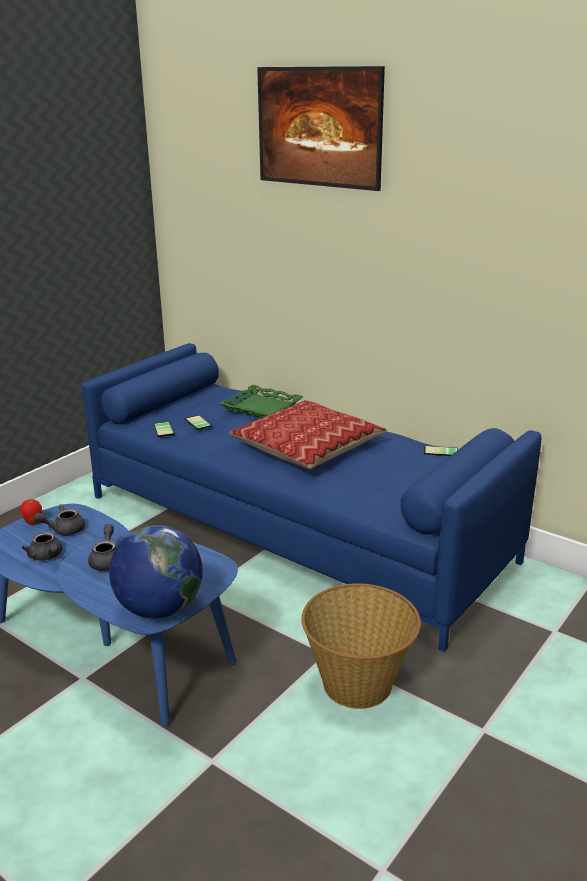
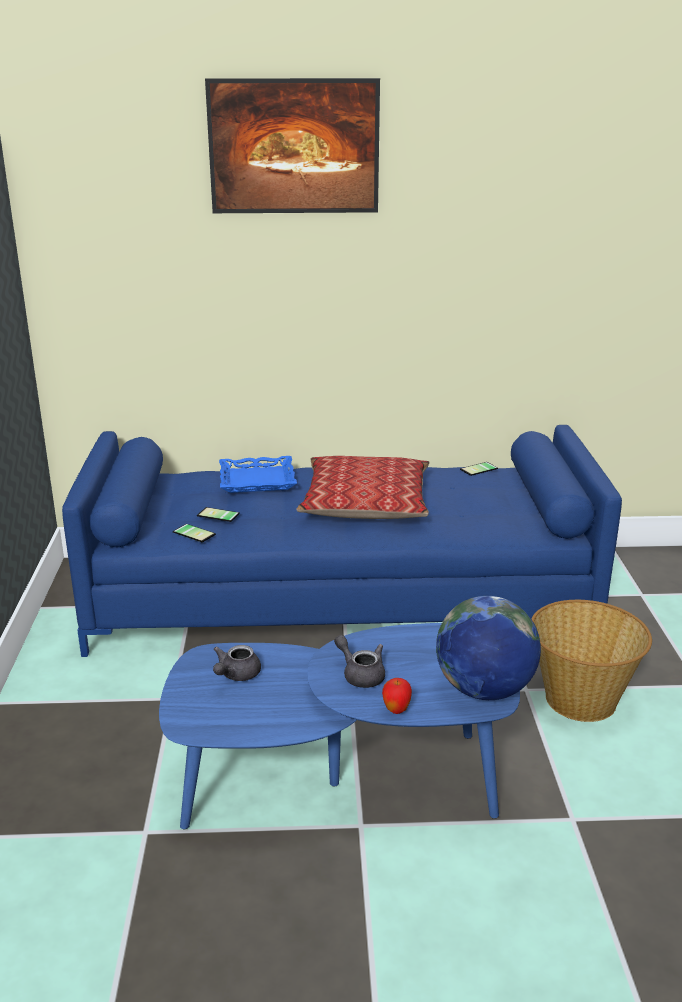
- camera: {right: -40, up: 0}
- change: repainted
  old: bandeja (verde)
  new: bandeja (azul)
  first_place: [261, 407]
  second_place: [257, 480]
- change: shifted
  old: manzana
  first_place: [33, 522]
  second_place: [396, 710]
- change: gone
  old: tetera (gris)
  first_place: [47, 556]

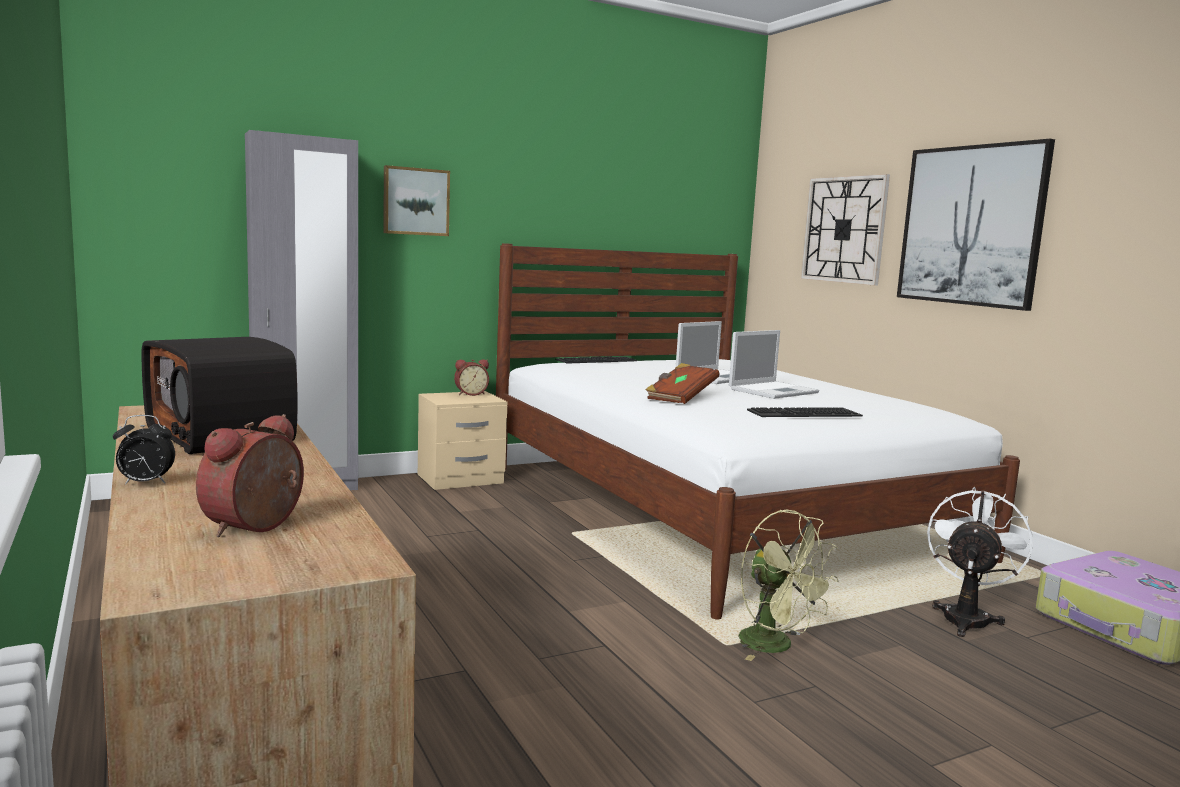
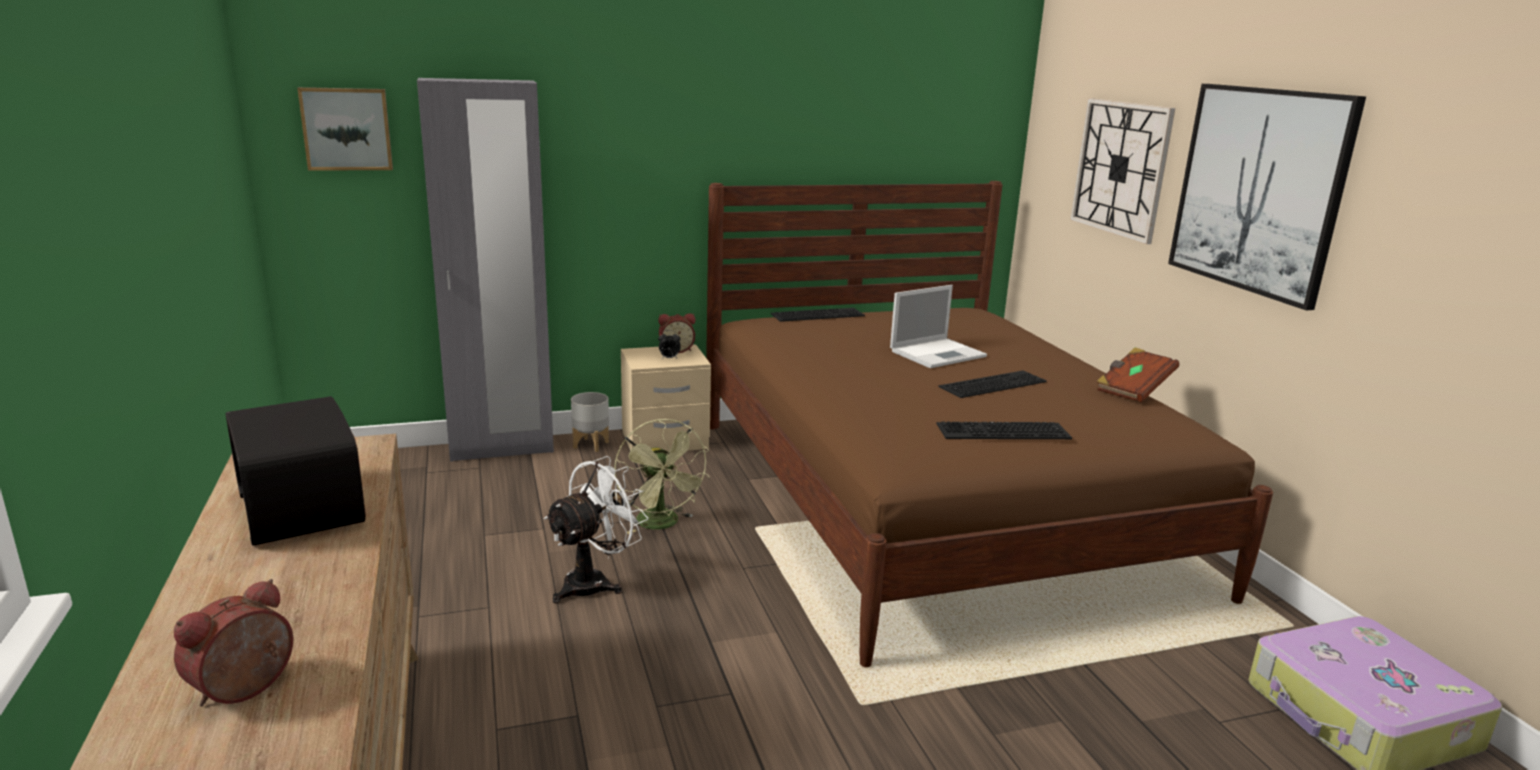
- camera: {right: 10, up: 10}
- change: shifted
  old: cuadro
  first_place: [415, 201]
  second_place: [347, 129]
- change: repainted
  old: cama (blanco)
  new: cama (marrón)
  first_place: [717, 510]
  second_place: [932, 500]
- change: swapped
  old: portátil
  new: teclado
  first_place: [774, 391]
  second_place: [992, 383]
- change: shifted
  old: libro (marrón)
  first_place: [680, 398]
  second_place: [1133, 389]
- change: shifted
  old: despertador
  first_place: [145, 483]
  second_place: [669, 358]
- change: shifted
  old: ventilador (blanco)
  first_place: [967, 617]
  second_place: [594, 582]
- change: shifted
  old: ventilador (verde)
  first_place: [776, 646]
  second_place: [662, 524]
- change: new
  new: maceta (gris)
  second_place: [591, 445]

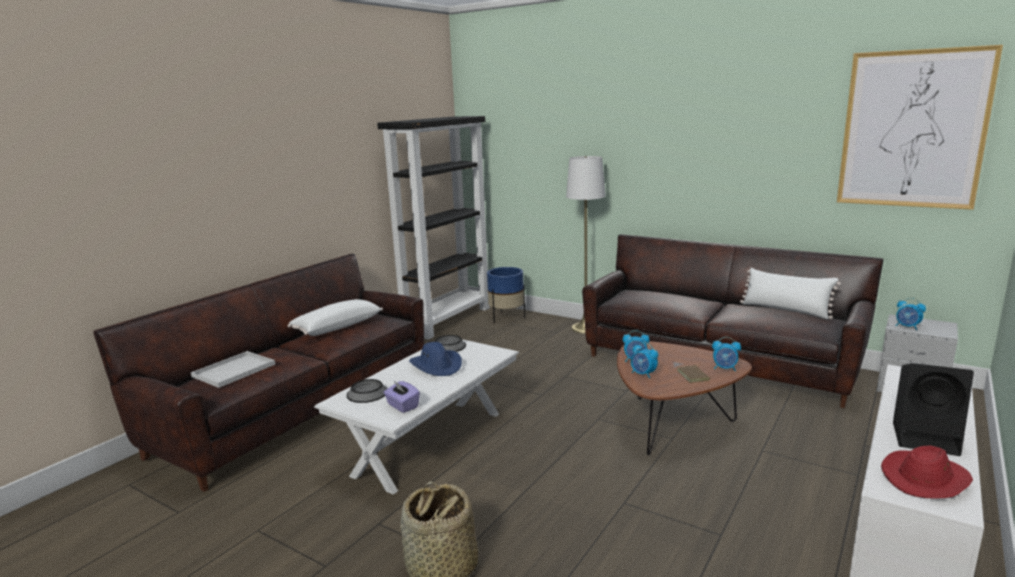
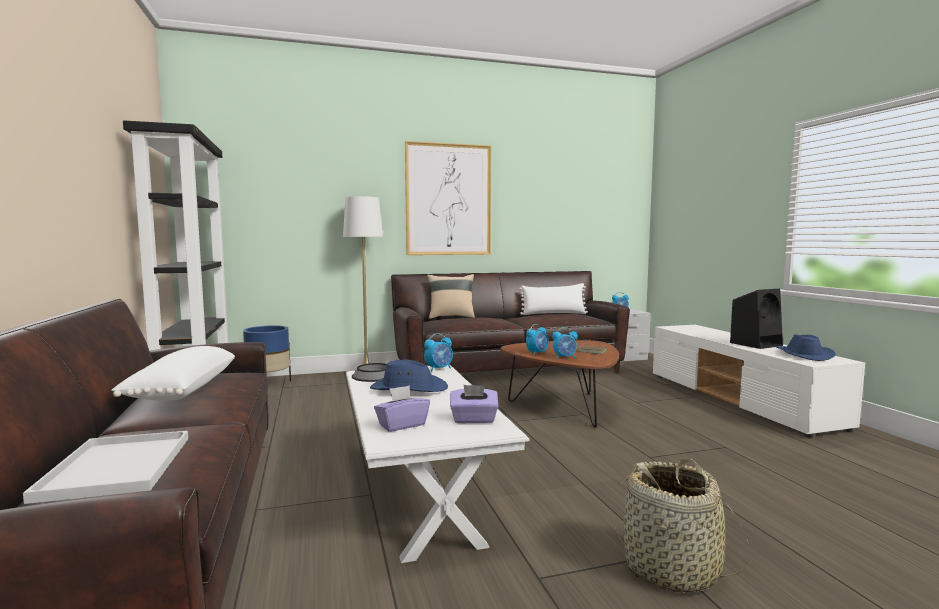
- camera: {right: -50, up: -10}
- change: shifted
  old: cuadro
  first_place: [912, 129]
  second_place: [448, 200]
- change: shifted
  old: despertador
  first_place: [725, 368]
  second_place: [439, 369]
- change: swapped
  old: cuenco
  new: caja de pañuelos (morado)
  first_place: [367, 393]
  second_place: [402, 425]
- change: repainted
  old: sombrero (rojo)
  new: sombrero (azul)
  first_place: [925, 478]
  second_place: [802, 355]
- change: new
  new: cojín (beis)
  second_place: [451, 317]

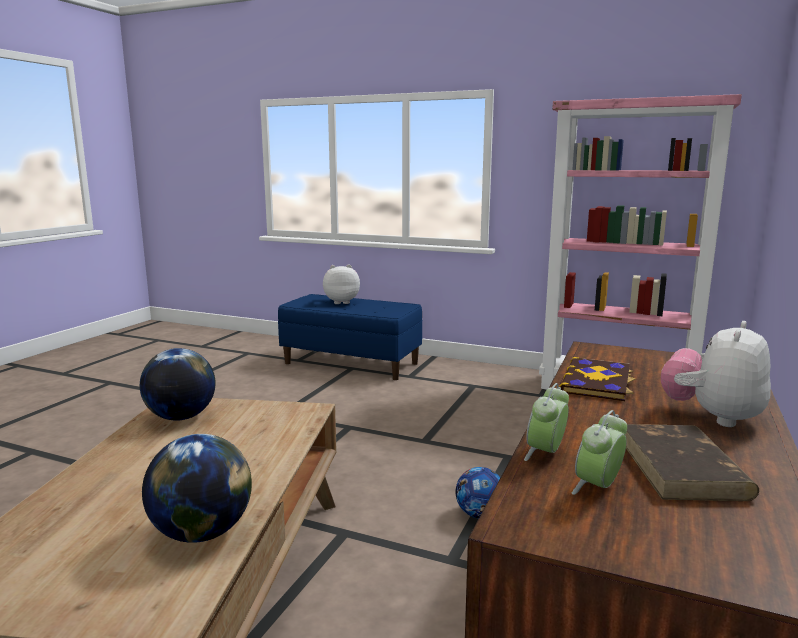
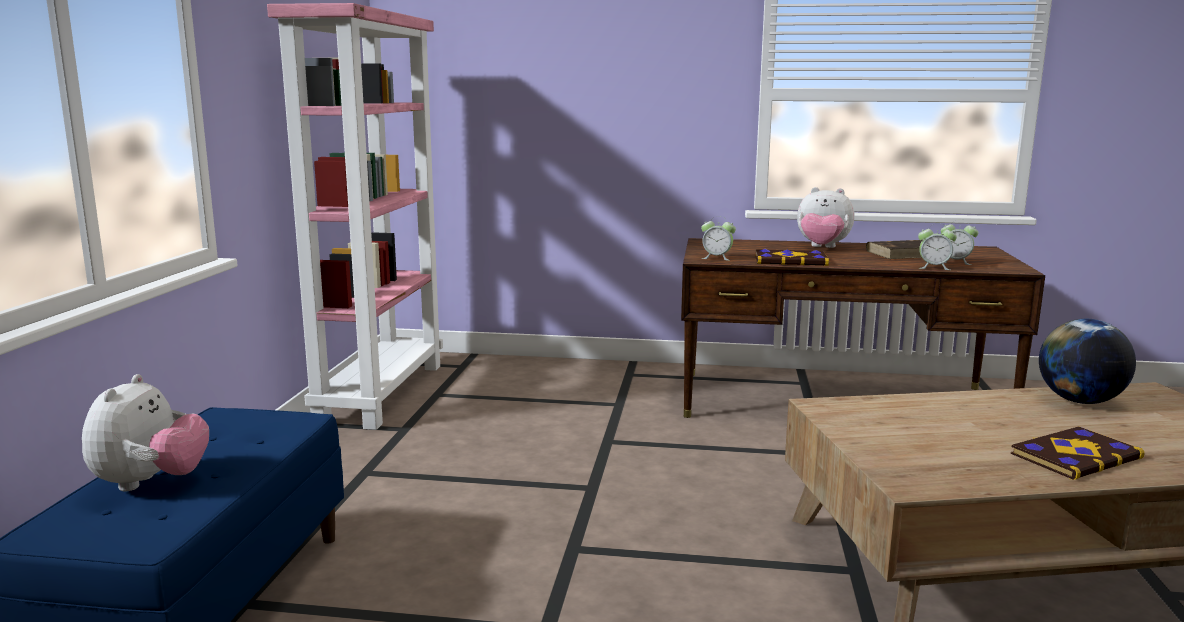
- camera: {right: -105, up: 0}
- change: rotated
  old: peluche
  first_place: [341, 302]
  second_place: [151, 483]
  degrees: -150
- change: gone
  old: globo terráqueo
  first_place: [181, 417]
- change: gone
  old: balón de fútbol
  first_place: [479, 514]
- change: new
  new: despertador
  second_place: [717, 258]
- change: new
  new: libro
  second_place: [1074, 456]

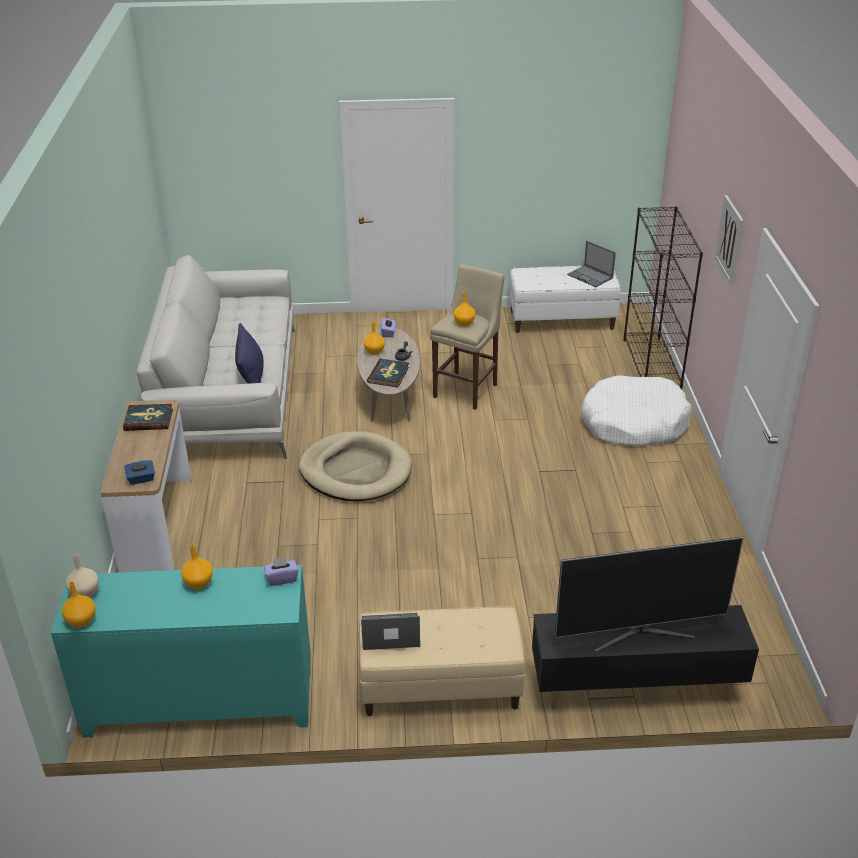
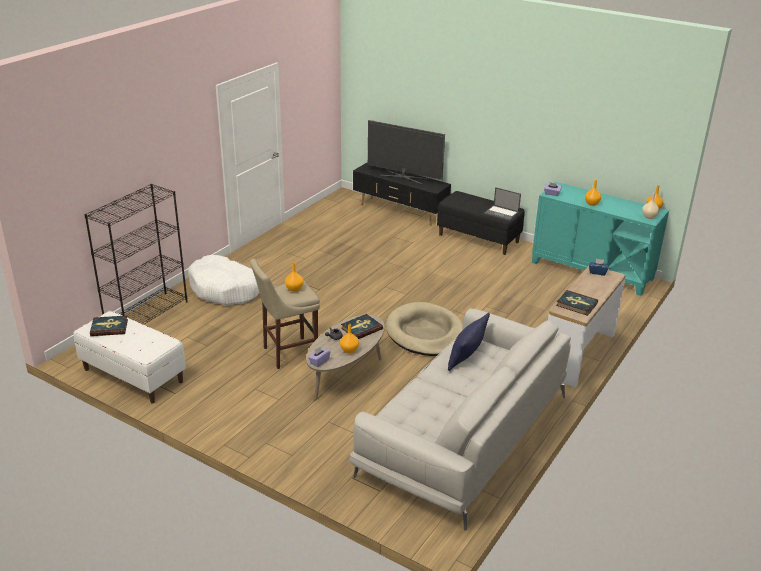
- camera: {right: -145, up: -5}
- change: gone
  old: cuadro
  first_place: [729, 240]
- change: swapped
  old: portátil
  new: libro
  first_place: [590, 276]
  second_place: [109, 327]
- change: repainted
  old: banco (beis)
  new: banco (negro)
  first_place: [439, 687]
  second_place: [479, 238]

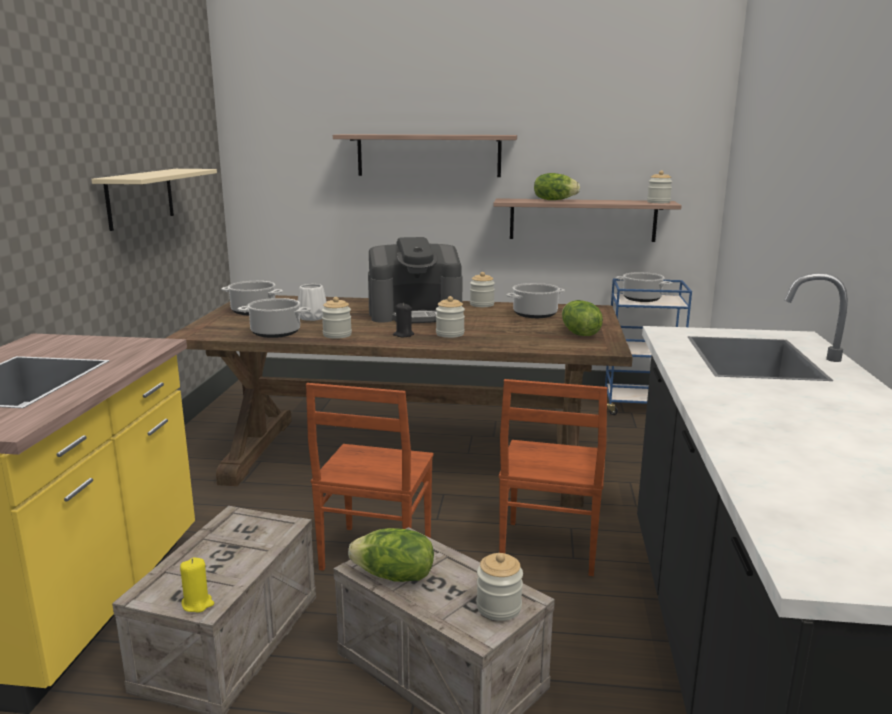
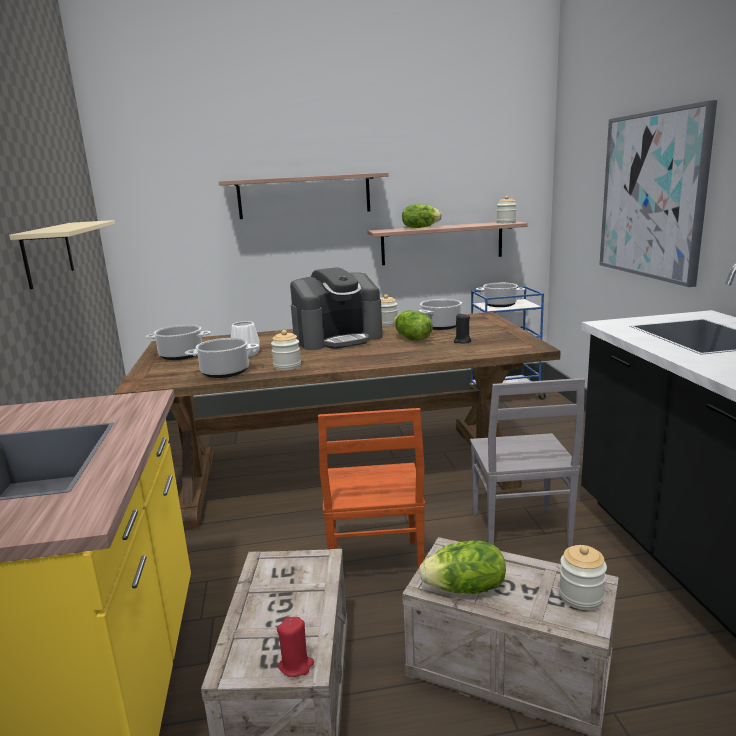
- camera: {right: -15, up: 0}
- change: gone
  old: tarro
  first_place: [450, 334]
- change: shifted
  old: lechuga
  first_place: [579, 333]
  second_place: [412, 339]
- change: shifted
  old: vela (negro)
  first_place: [403, 335]
  second_place: [462, 341]
- change: repainted
  old: silla (marrón)
  new: silla (gris)
  first_place: [547, 548]
  second_place: [519, 530]
- change: repainted
  old: vela (amarillo)
  new: vela (rojo)
  first_place: [197, 604]
  second_place: [296, 665]
- change: new
  new: cuadro
  second_place: [652, 195]

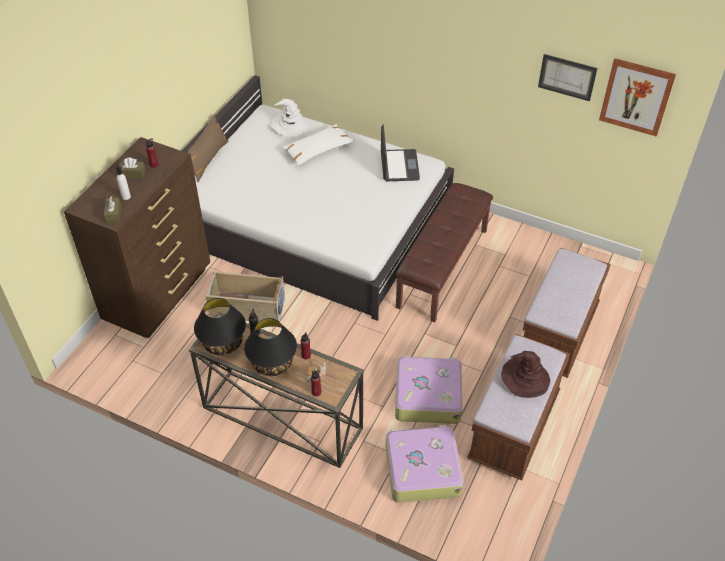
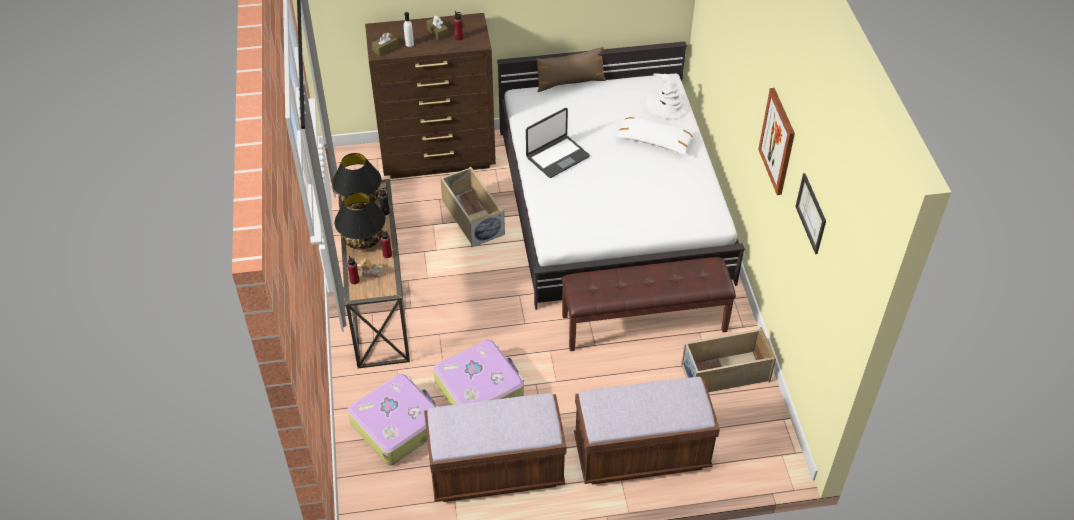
- camera: {right: 55, up: 0}
- change: shifted
  old: cuadro
  first_place: [636, 96]
  second_place: [778, 141]
- change: shifted
  old: portátil
  first_place: [399, 166]
  second_place: [557, 157]
- change: gone
  old: sombrero (marrón)
  first_place: [524, 378]
- change: new
  new: caja de almacenaje (beis)
  second_place: [724, 373]

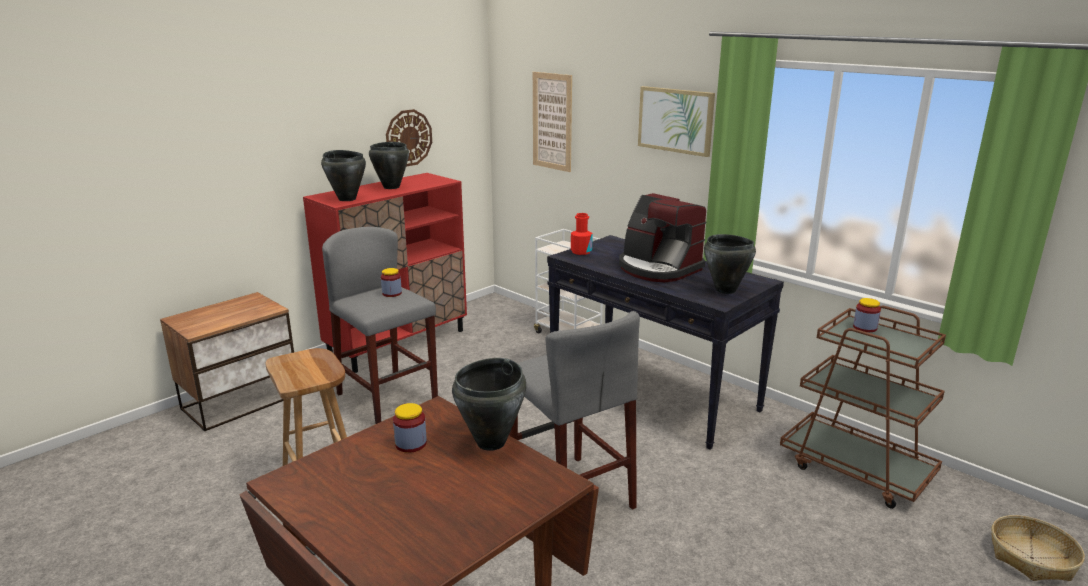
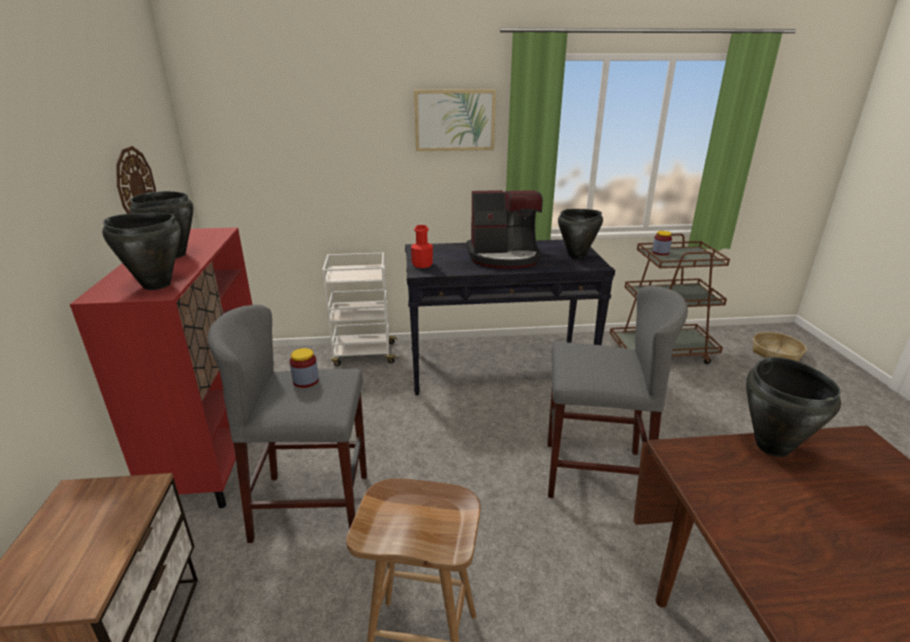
- camera: {right: -50, up: 5}
- change: gone
  old: cuadro
  first_place: [552, 121]
- change: gone
  old: tarro
  first_place: [411, 444]

